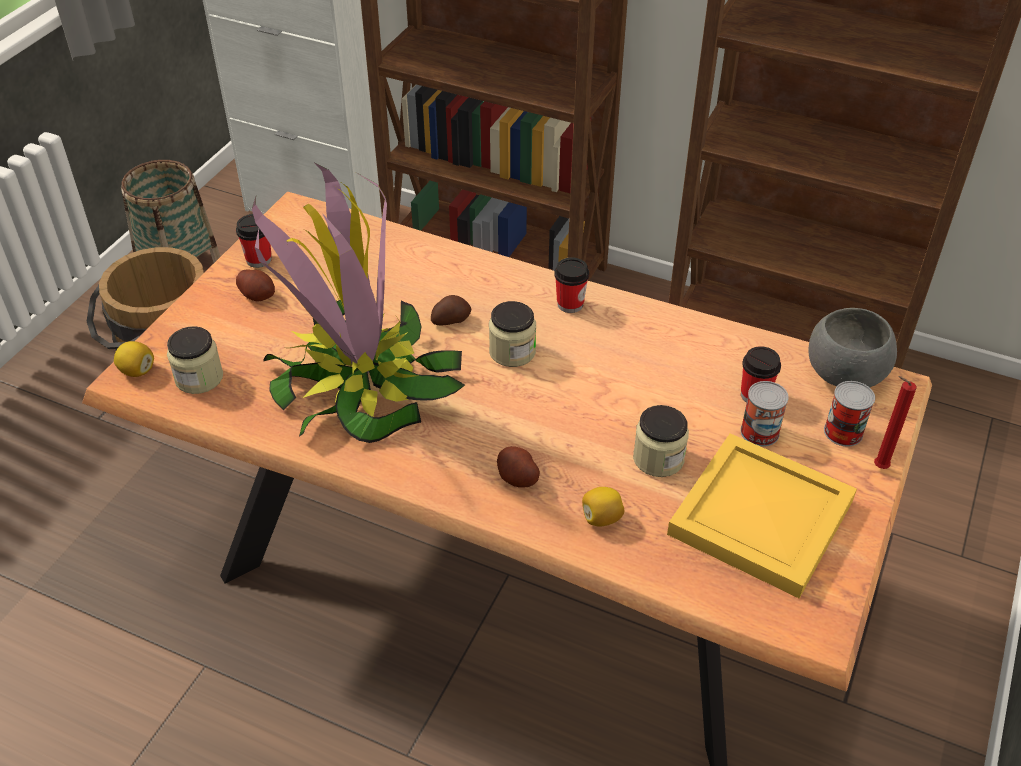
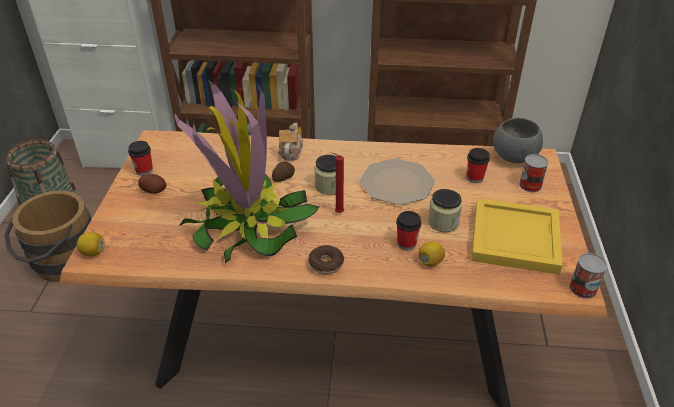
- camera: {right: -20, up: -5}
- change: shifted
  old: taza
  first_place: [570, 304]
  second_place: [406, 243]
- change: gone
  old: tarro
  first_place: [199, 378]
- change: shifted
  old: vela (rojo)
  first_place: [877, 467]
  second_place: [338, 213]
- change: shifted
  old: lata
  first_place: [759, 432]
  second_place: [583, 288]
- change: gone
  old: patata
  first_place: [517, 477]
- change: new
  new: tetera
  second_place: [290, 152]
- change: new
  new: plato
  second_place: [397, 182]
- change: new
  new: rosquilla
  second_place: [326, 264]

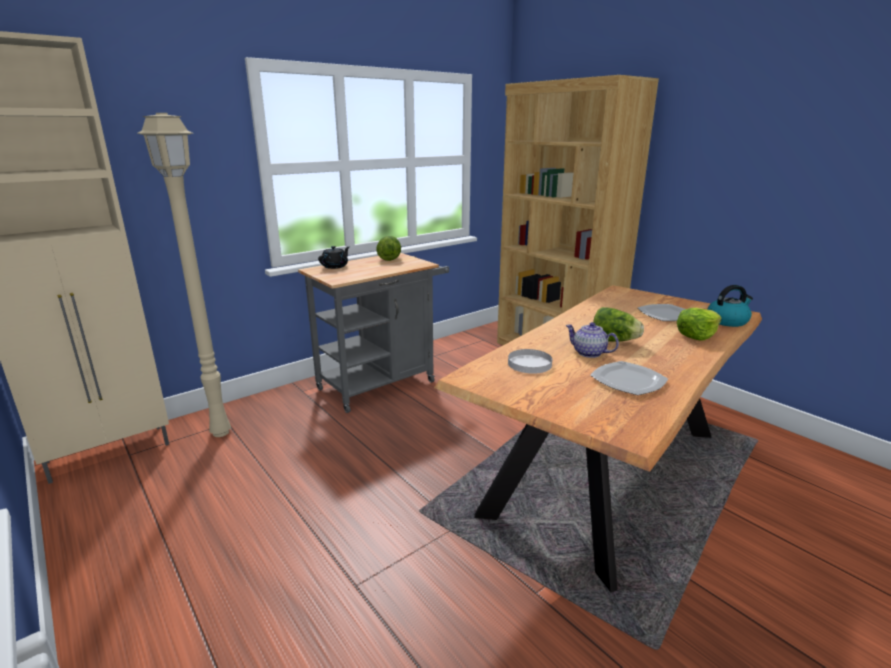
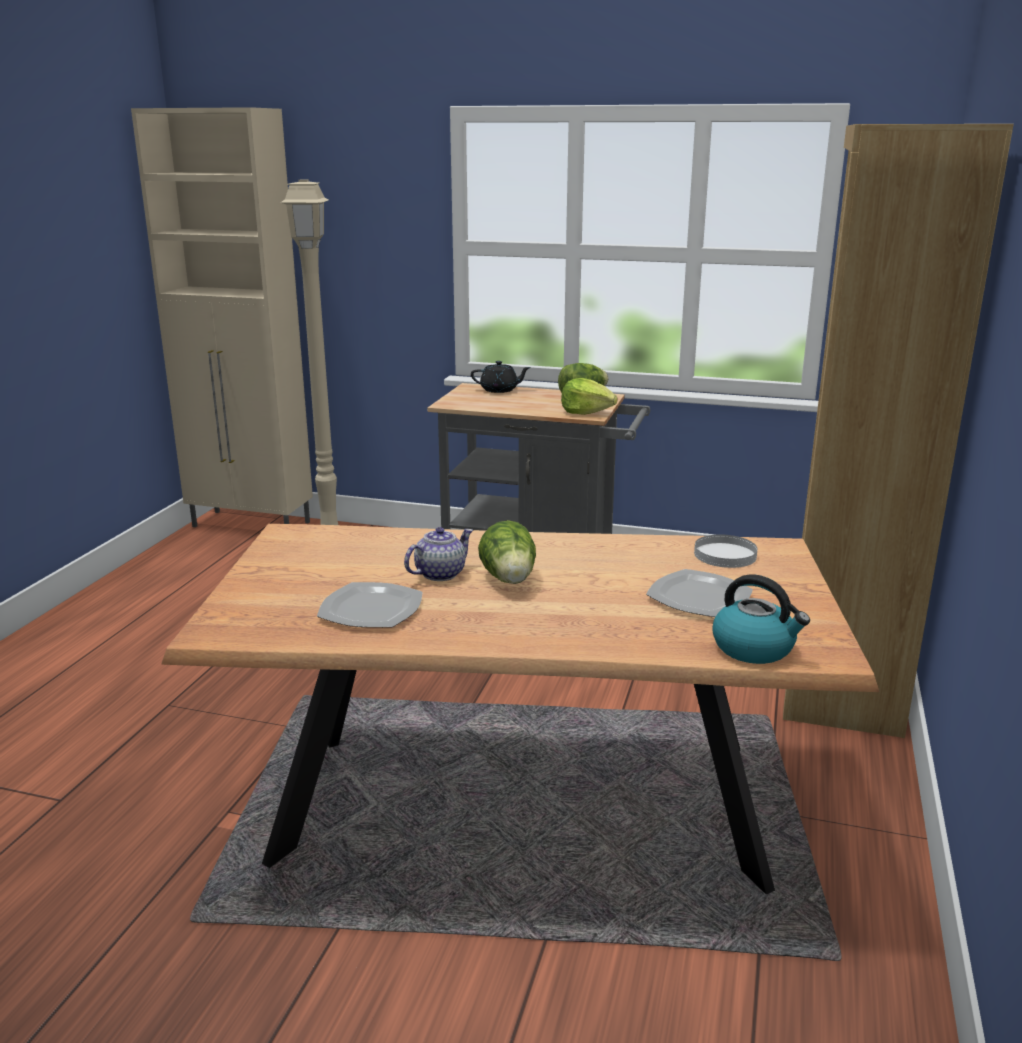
- camera: {right: 55, up: 0}
- change: shifted
  old: lechuga
  first_place: [696, 335]
  second_place: [586, 412]
- change: rotated
  old: tetera
  first_place: [588, 353]
  second_place: [440, 573]
  degrees: 45
- change: shifted
  old: plato (blanco)
  first_place: [530, 363]
  second_place: [725, 555]

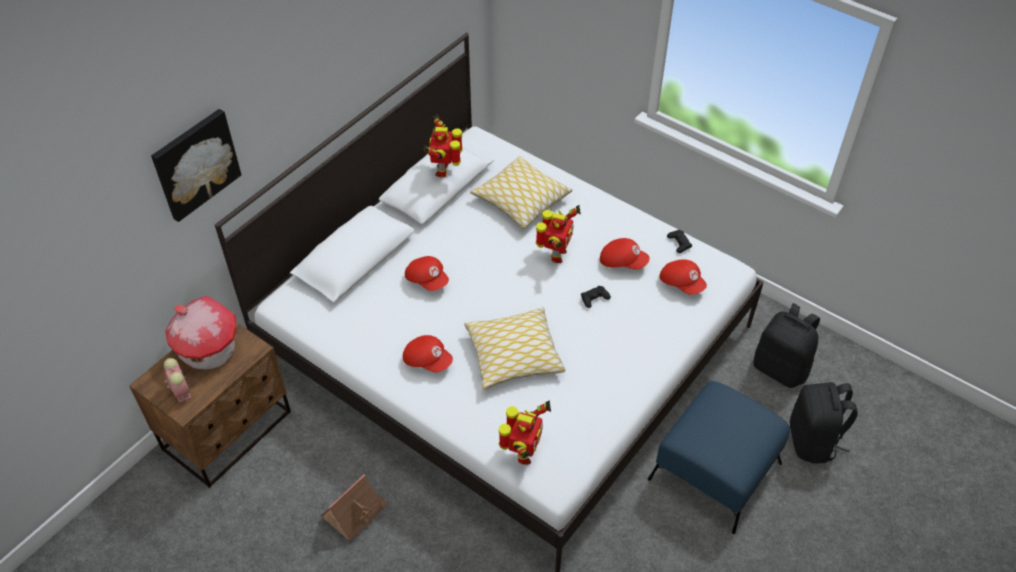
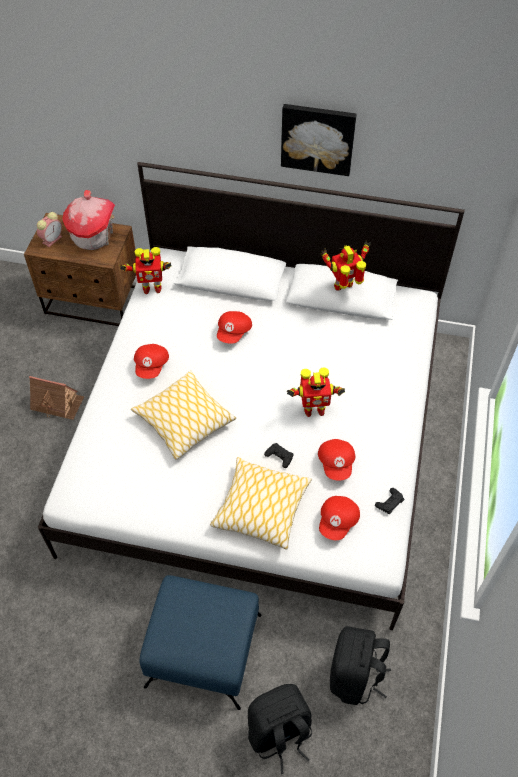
- camera: {right: 65, up: 5}
- change: shifted
  old: cuadro
  first_place: [195, 163]
  second_place: [318, 138]
- change: shifted
  old: cojín
  first_place: [521, 200]
  second_place: [261, 508]
- change: shifted
  old: robot de juguete
  first_place: [523, 454]
  second_place: [151, 288]

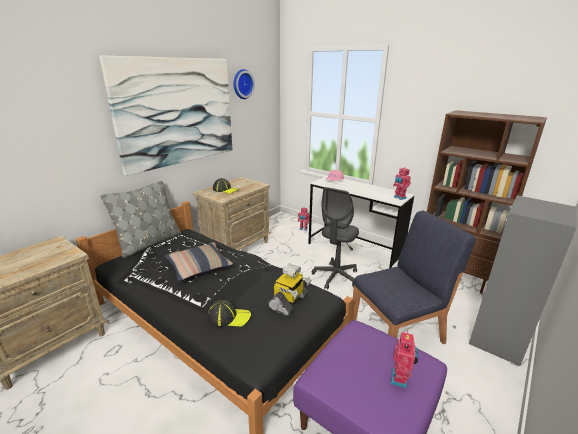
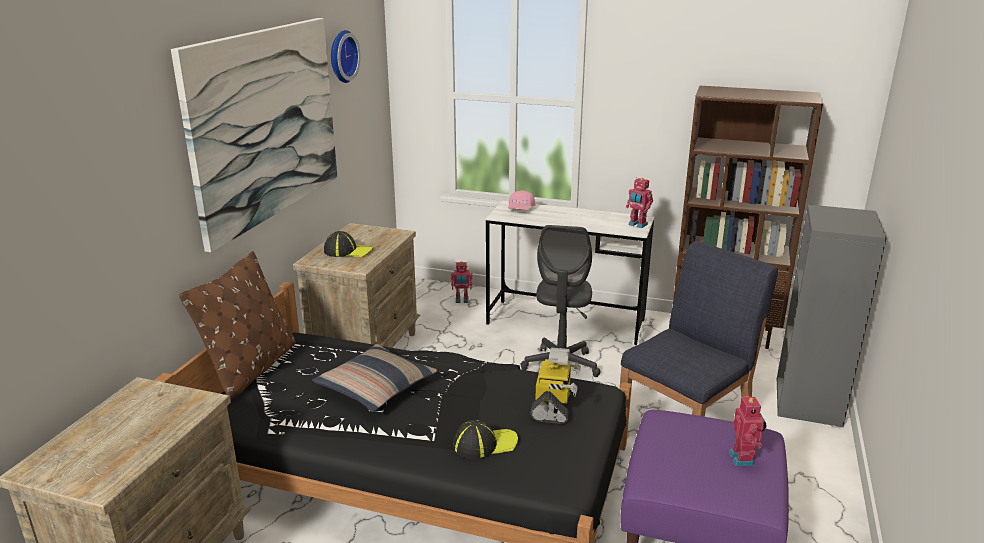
- camera: {right: -20, up: 0}
- change: repainted
  old: cojín (gris)
  new: cojín (marrón)
  first_place: [149, 243]
  second_place: [251, 368]

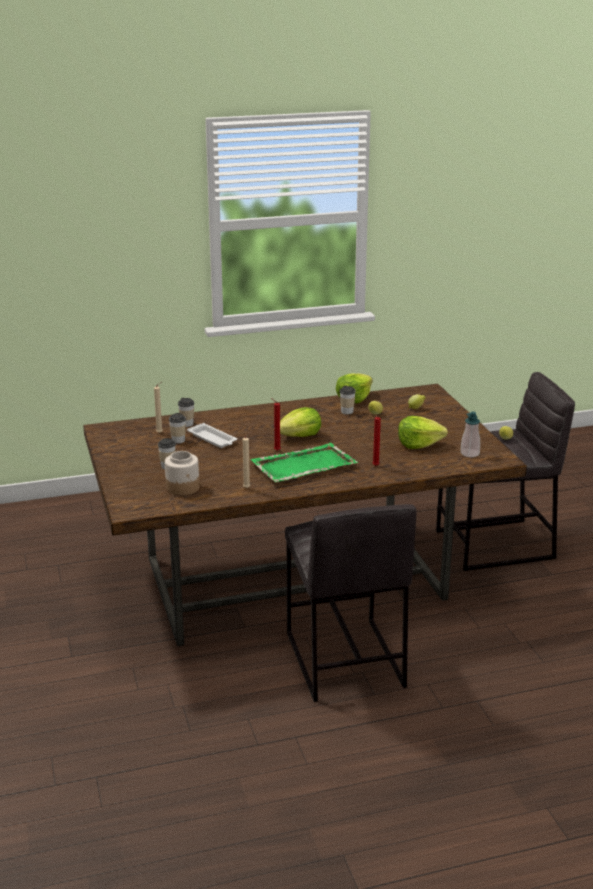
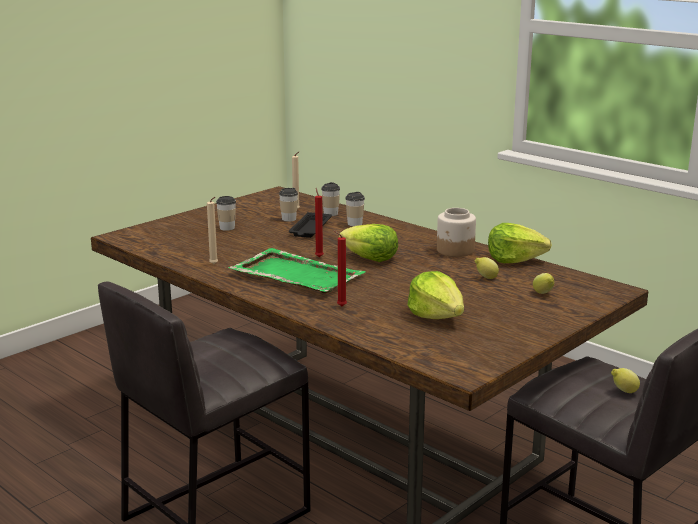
- camera: {right: 60, up: -5}
- change: shifted
  old: taza
  first_place: [347, 412]
  second_place: [354, 224]
- change: gone
  old: dispensador de jabón
  first_place: [469, 453]
- change: repainted
  old: bandeja (blanco)
  new: bandeja (negro)
  first_place: [213, 439]
  second_place: [310, 229]
- change: shifted
  old: tarro
  first_place: [183, 488]
  second_place: [455, 250]

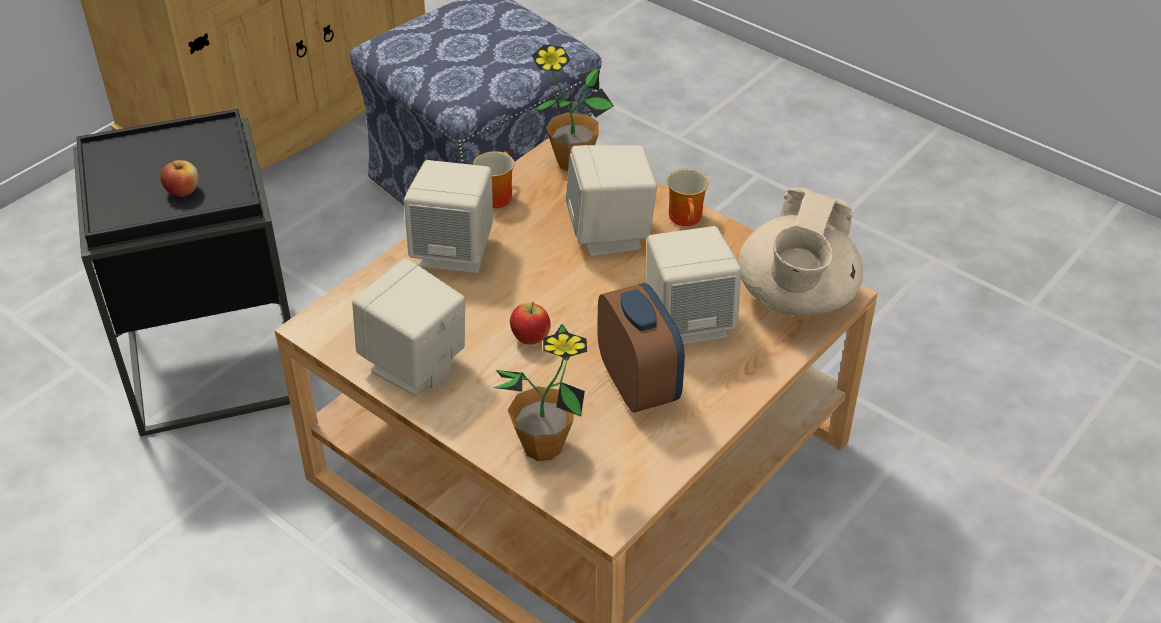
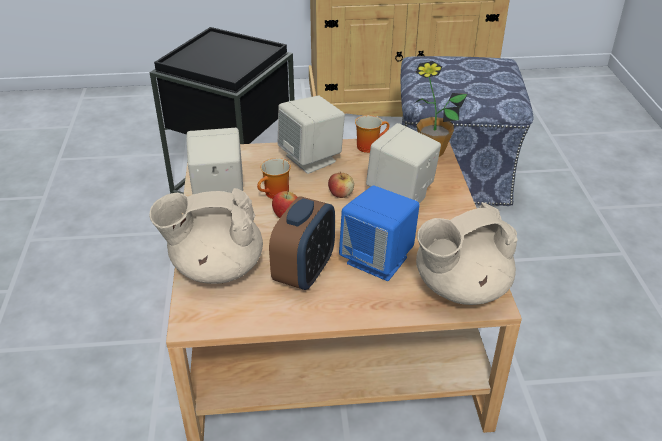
- camera: {right: 45, up: -5}
- change: shifted
  old: manzana
  first_place: [183, 191]
  second_place: [341, 194]
- change: shifted
  old: taza grande
  first_place: [688, 218]
  second_place: [276, 194]
- change: repainted
  old: altavoz (beis)
  new: altavoz (azul)
  first_place: [688, 322]
  second_place: [378, 260]
- change: swapped
  old: planta en maceta
  new: tetera (beis)
  first_place: [543, 446]
  second_place: [215, 268]

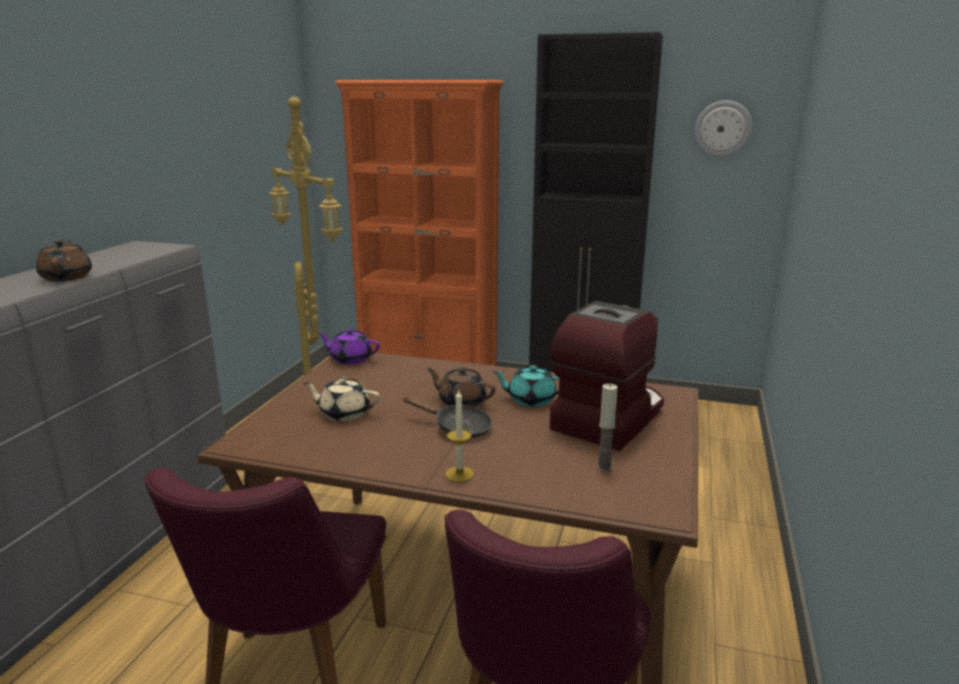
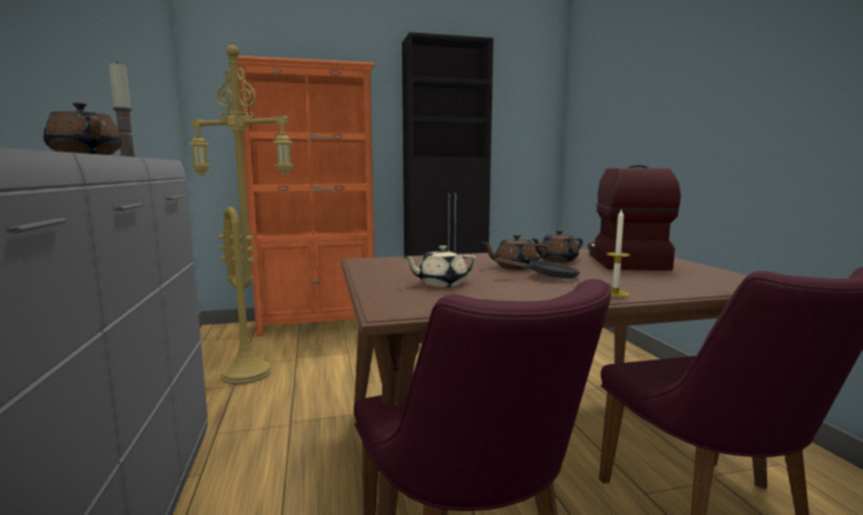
- camera: {right: -30, up: -10}
- change: gone
  old: reloj de pared
  first_place: [722, 129]
- change: gone
  old: tetera (morado)
  first_place: [350, 359]
- change: repainted
  old: tetera (turquesa)
  new: tetera (marrón)
  first_place: [530, 400]
  second_place: [556, 260]
- change: shifted
  old: vela
  first_place: [604, 468]
  second_place: [127, 156]

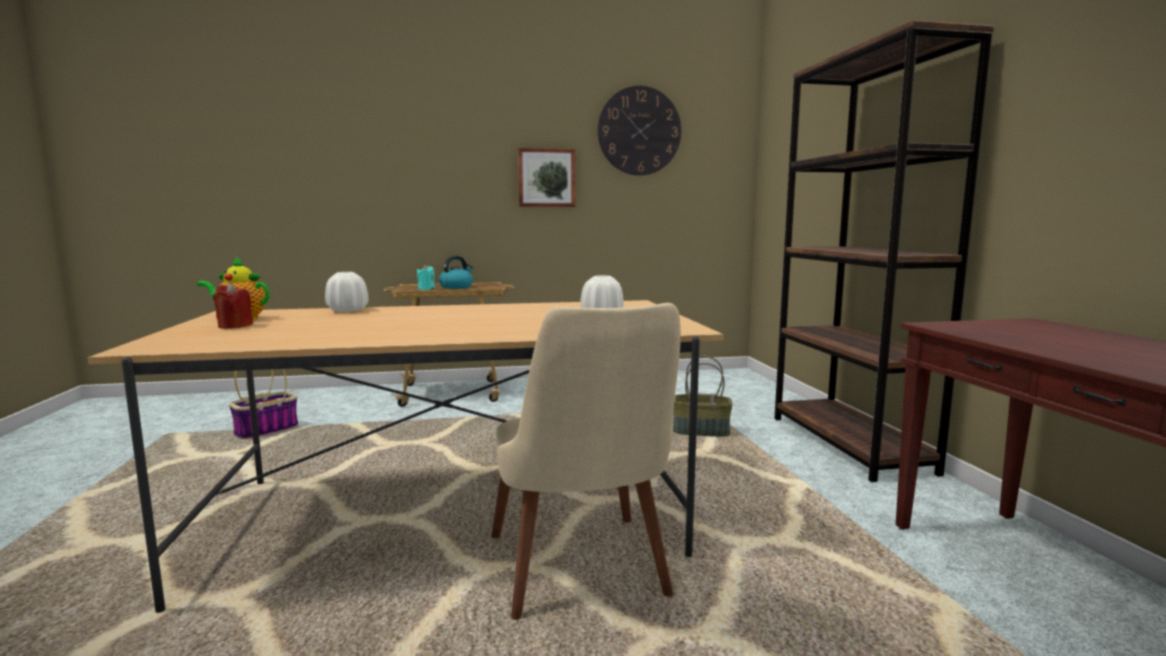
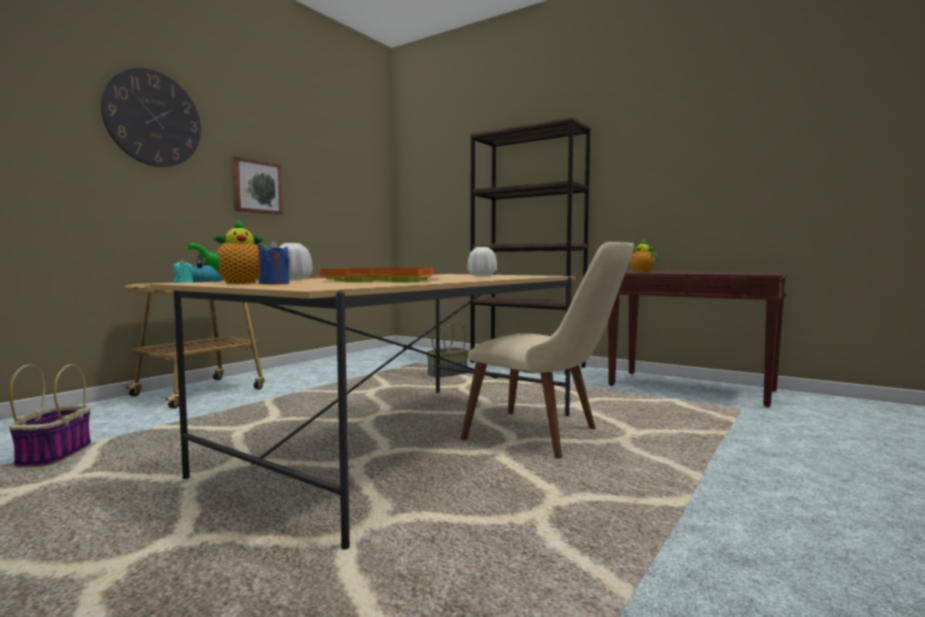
- camera: {right: -45, up: -5}
- change: shifted
  old: reloj de pared
  first_place: [639, 131]
  second_place: [153, 118]
- change: repainted
  old: vela (rojo)
  new: vela (azul)
  first_place: [235, 326]
  second_place: [274, 284]
- change: new
  new: tetera
  second_place: [640, 271]
- change: new
  new: bandeja (naranja)
  second_place: [383, 280]

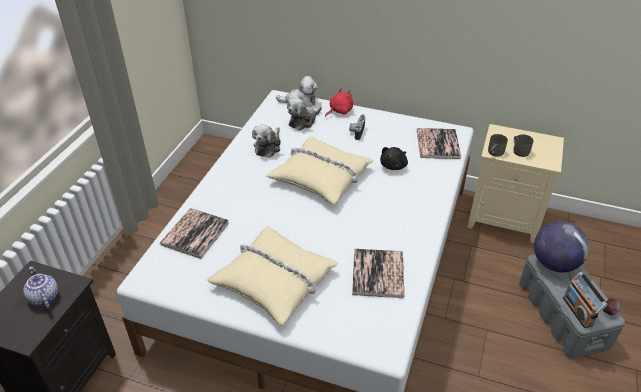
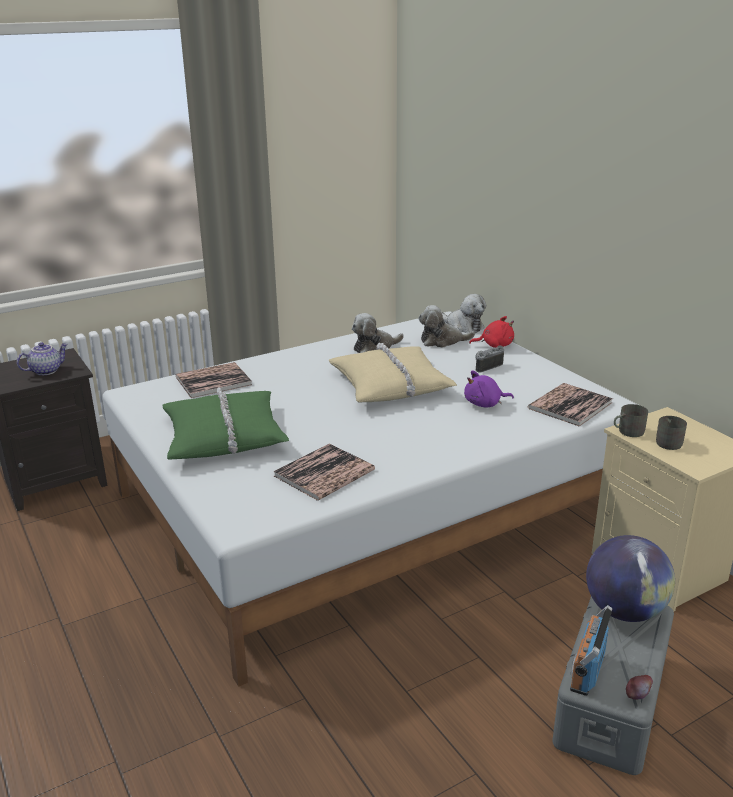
- camera: {right: 40, up: -15}
- change: repainted
  old: peluche (negro)
  new: peluche (morado)
  first_place: [394, 165]
  second_place: [485, 404]
- change: repainted
  old: cojín (beis)
  new: cojín (verde)
  first_place: [274, 280]
  second_place: [224, 436]
- change: rotated
  old: tetera
  first_place: [43, 298]
  second_place: [46, 371]
  degrees: 45

